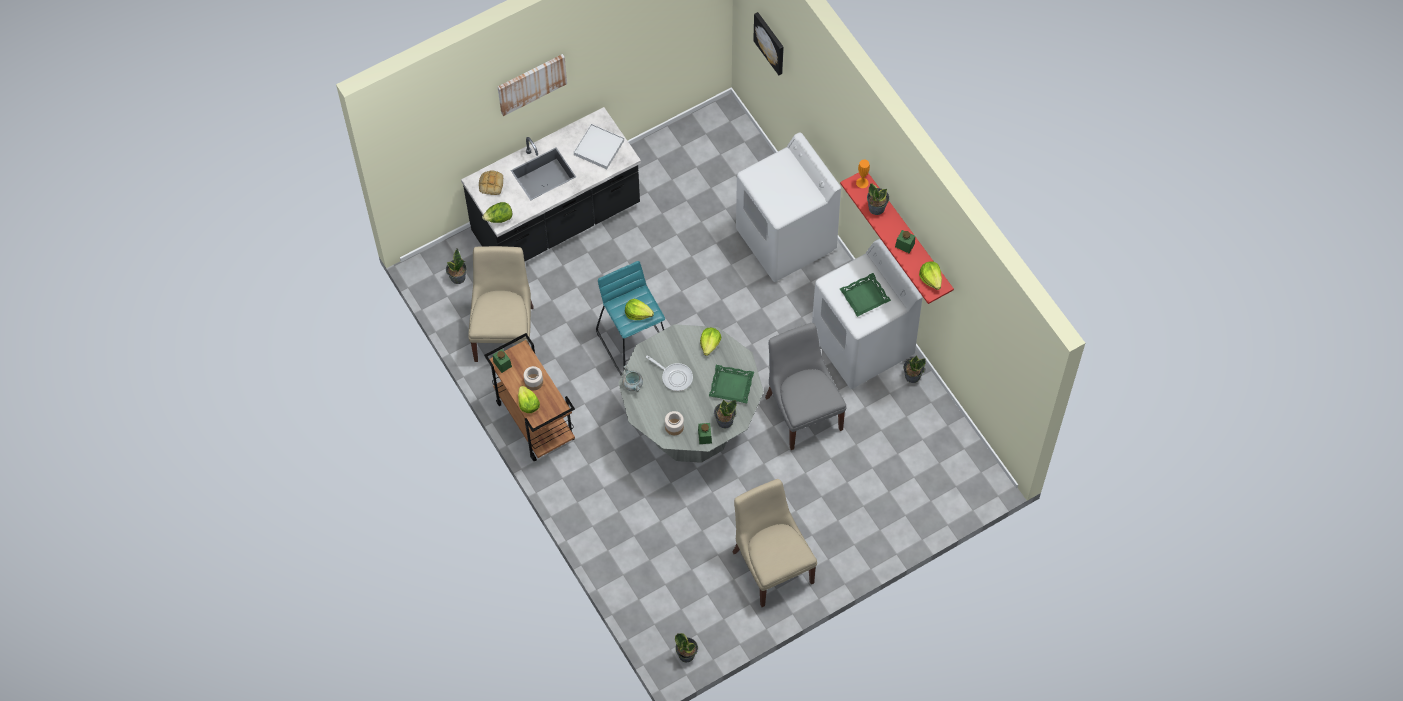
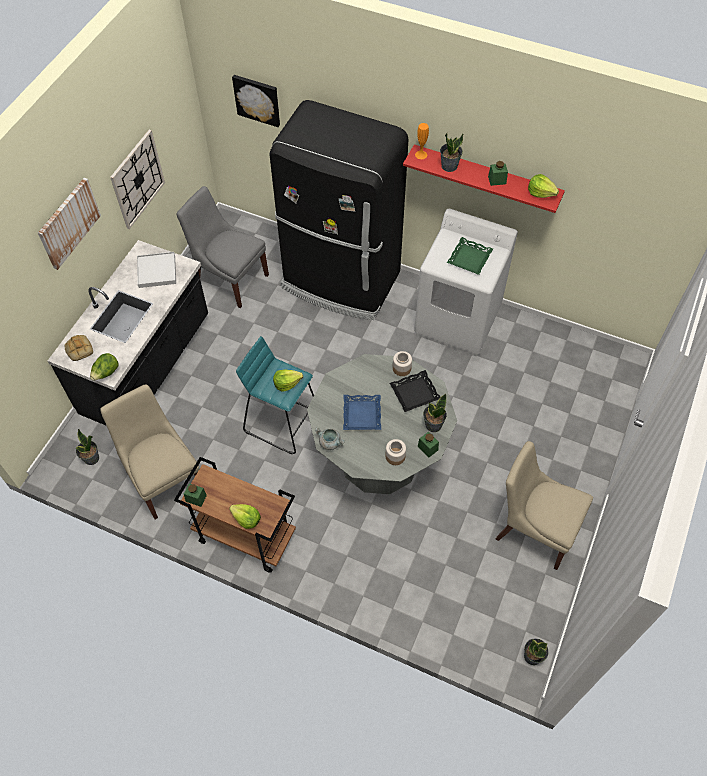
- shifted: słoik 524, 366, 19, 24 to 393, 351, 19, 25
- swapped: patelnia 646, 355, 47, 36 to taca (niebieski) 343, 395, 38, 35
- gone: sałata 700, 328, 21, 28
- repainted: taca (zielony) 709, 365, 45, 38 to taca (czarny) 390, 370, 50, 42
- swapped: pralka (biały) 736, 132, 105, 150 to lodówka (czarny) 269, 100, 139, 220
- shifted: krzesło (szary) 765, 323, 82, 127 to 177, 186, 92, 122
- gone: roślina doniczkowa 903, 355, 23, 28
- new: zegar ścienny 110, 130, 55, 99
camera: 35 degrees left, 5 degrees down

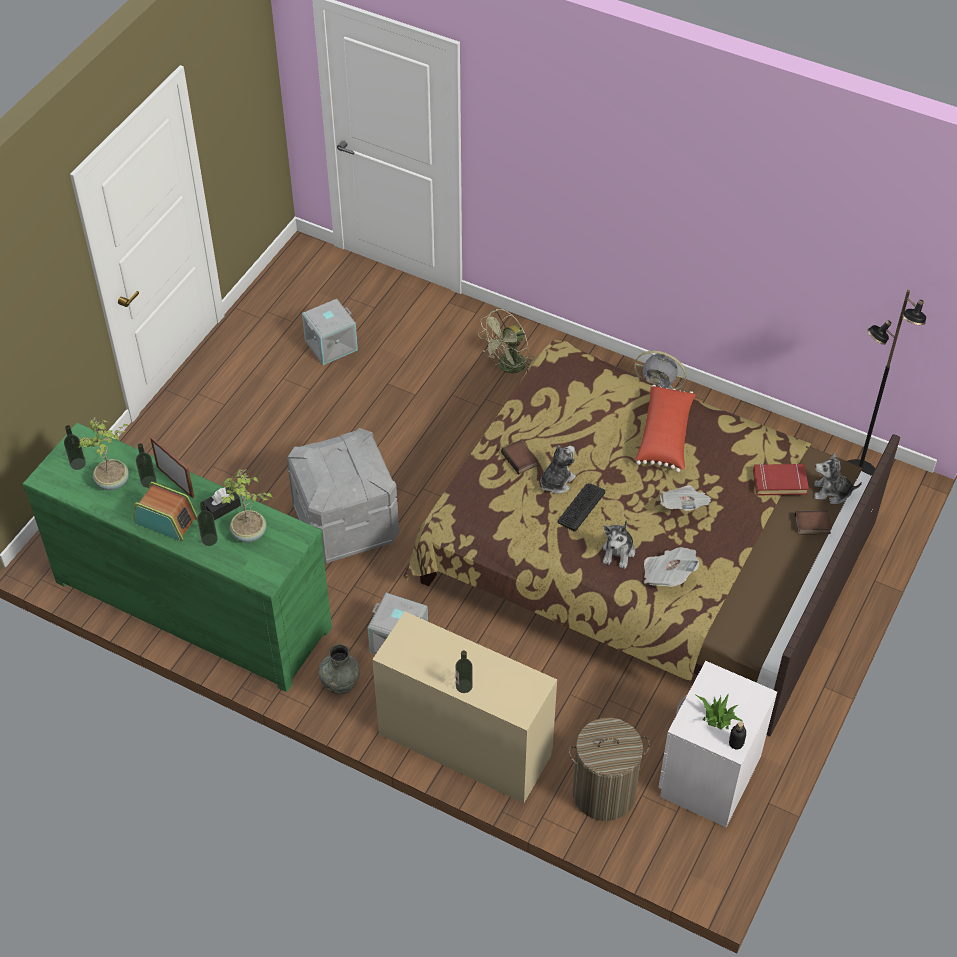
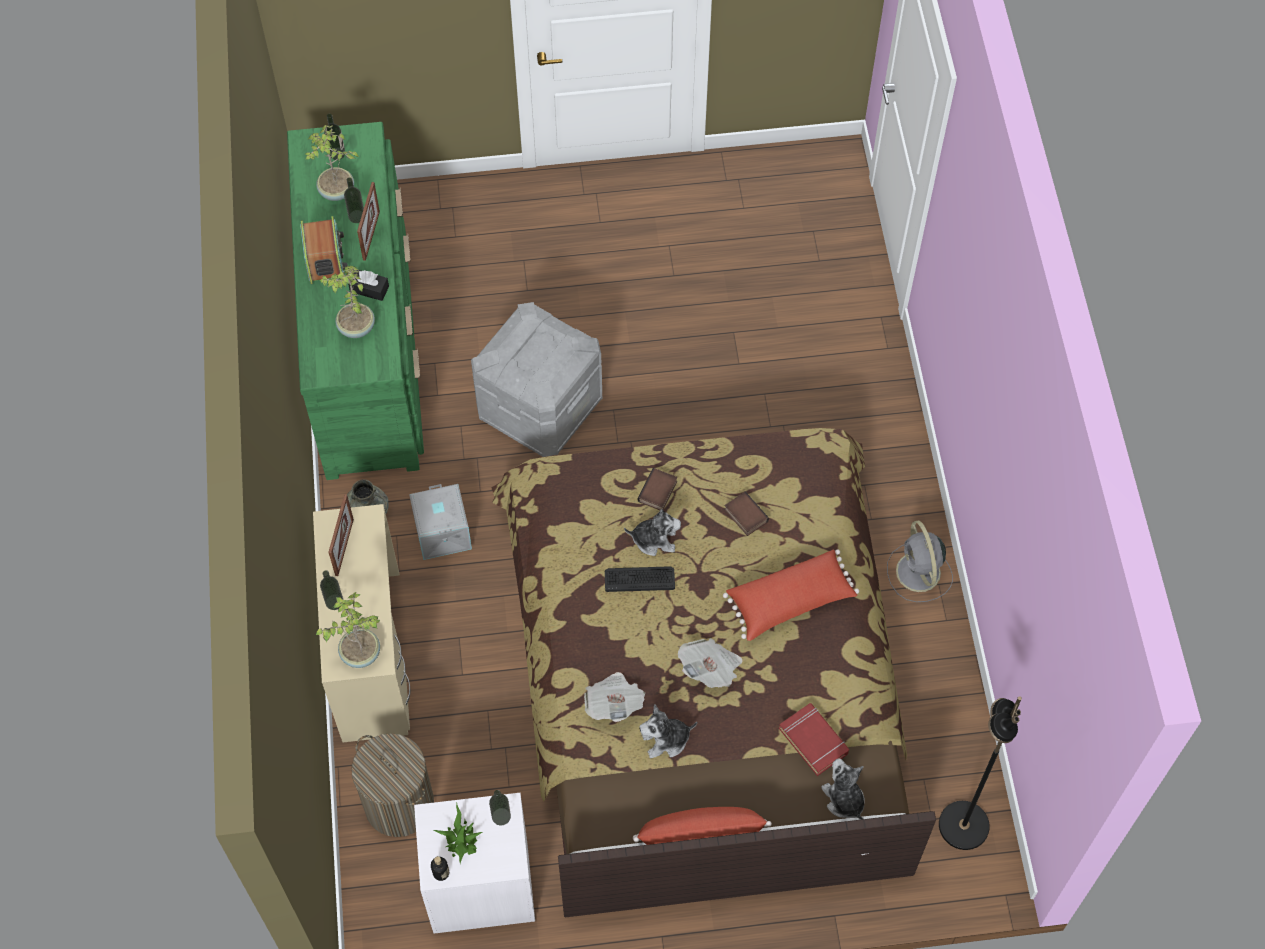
- shifted: butelka 197, 501, 21, 45 to 489, 790, 22, 35
- gone: pojemnik do przechowywania (szary) 302, 299, 56, 66
- gone: wentylator (zielony) 478, 309, 55, 65
- shifted: pluszak 603, 520, 32, 49 to 639, 704, 58, 54
- shifted: książka 795, 510, 37, 25 to 724, 491, 45, 45
- new: roślina doniczkowa 316, 592, 64, 76
- new: ramka na zdjęcie 328, 494, 26, 82
- new: poduszka (czerwony) 633, 807, 139, 38
camera: 55 degrees right, 10 degrees up

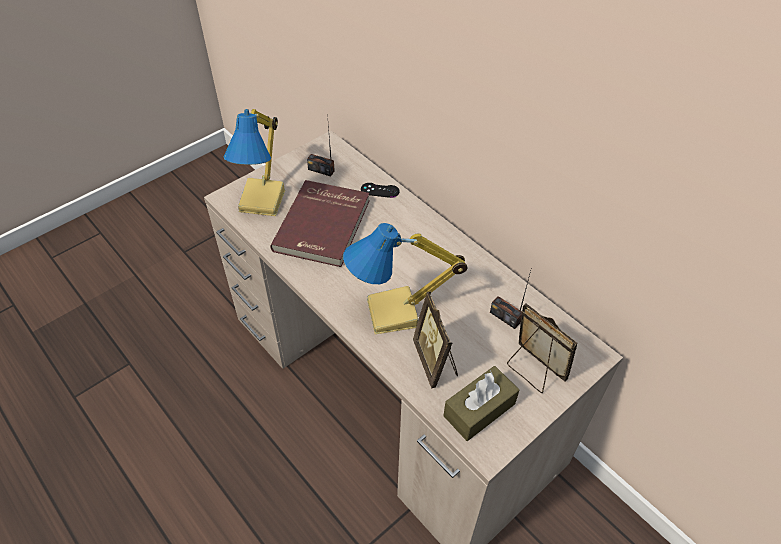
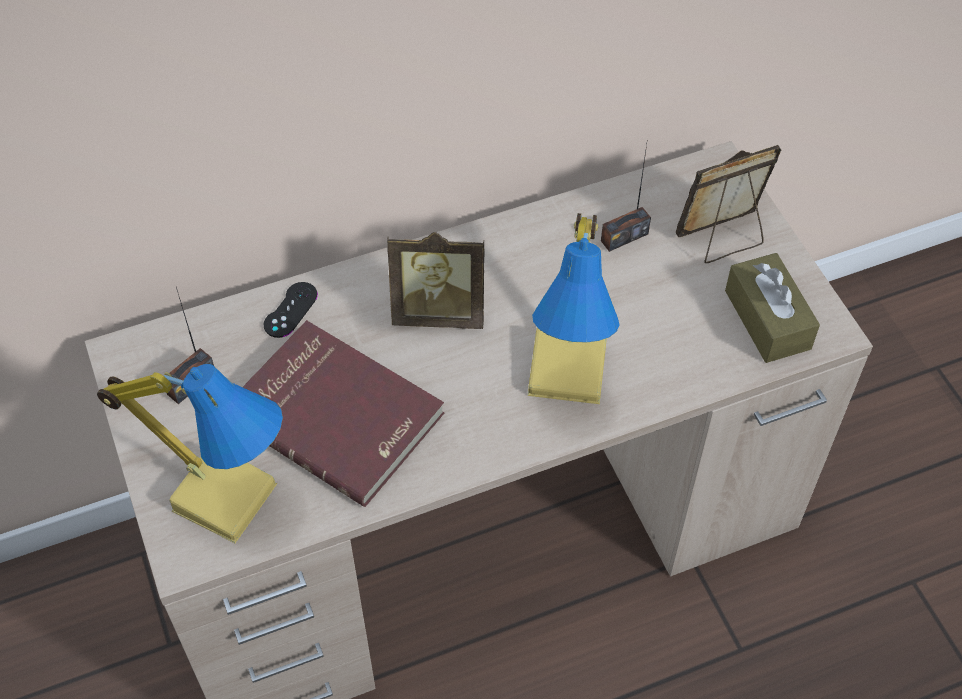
- shifted: ramka na zdjęcie 413, 292, 45, 96 to 387, 232, 97, 97
camera: 70 degrees left, 5 degrees up

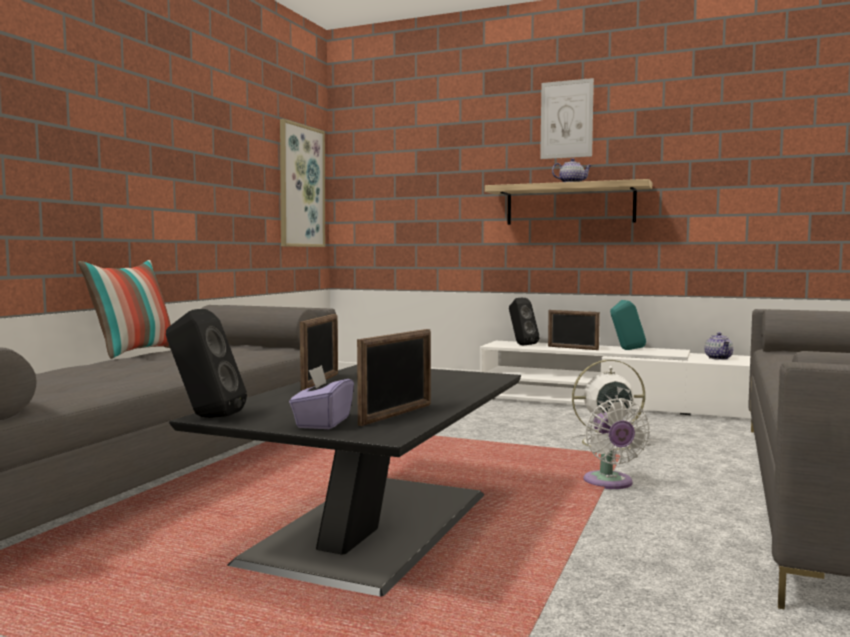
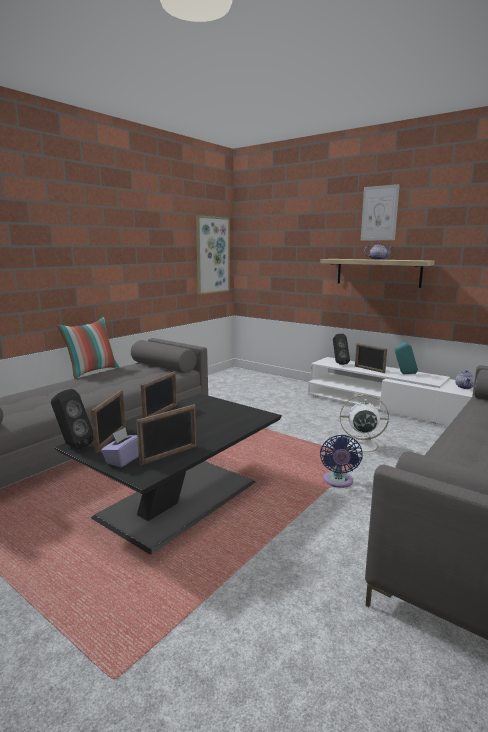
- repainted: wentylator (biały) 584, 398, 66, 91 to wentylator (niebieski) 320, 435, 43, 53
- new: ramka na zdjęcie 91, 390, 35, 63
camera: 15 degrees right, 10 degrees up

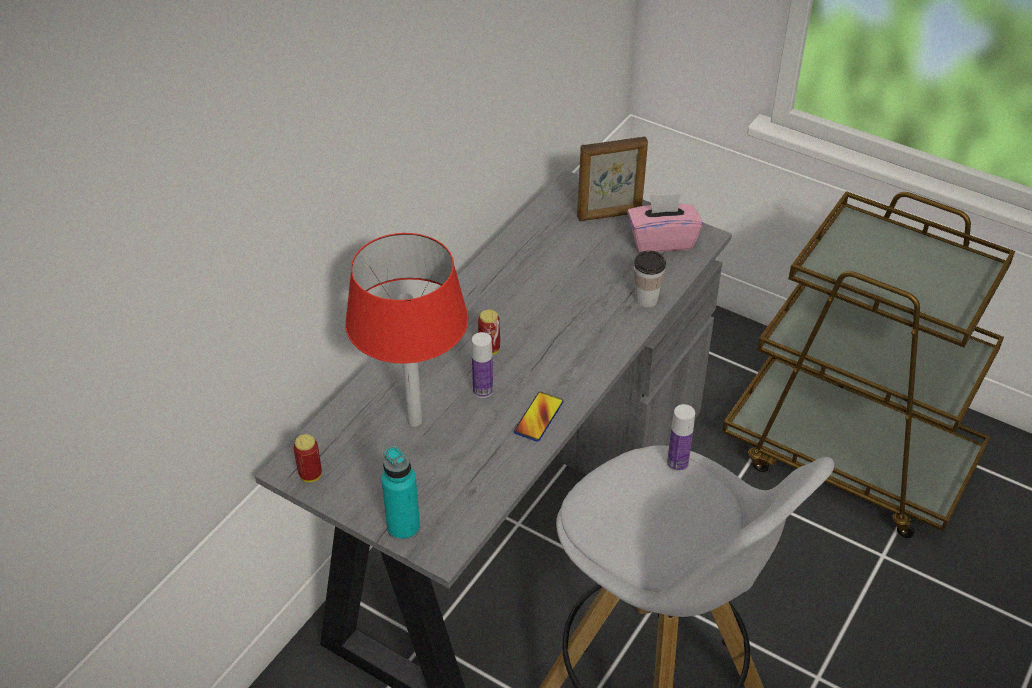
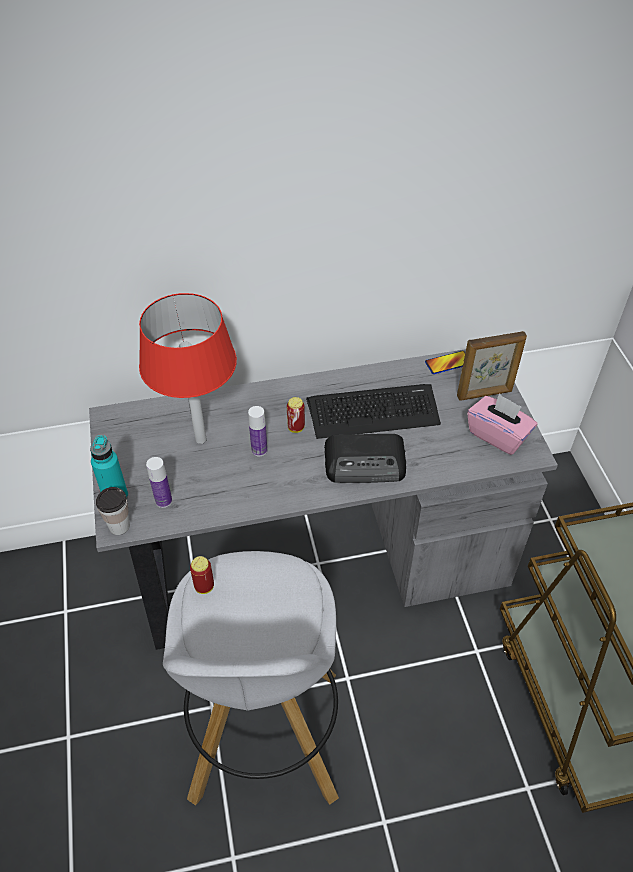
- shifted: puszka 293, 434, 29, 48 to 190, 556, 24, 38
- shifted: telefon 514, 392, 50, 50 to 425, 351, 40, 23
- rotated: ramka na zdjęcie 577, 136, 71, 85 = 457, 331, 70, 70 45 degrees counterclockwise
- shifted: filiżanka 634, 250, 32, 57 to 96, 487, 34, 48
- shifted: butelka 667, 404, 28, 68 to 146, 457, 26, 51
- new: klawiatura 306, 384, 135, 55
- new: radio 324, 434, 82, 49
camera: 45 degrees right, 5 degrees up

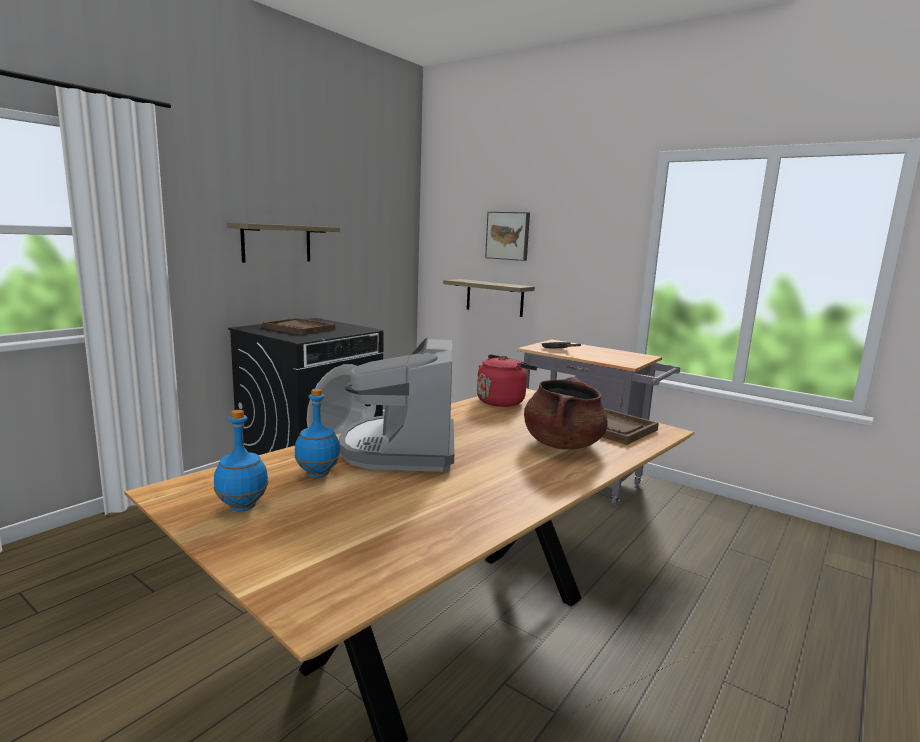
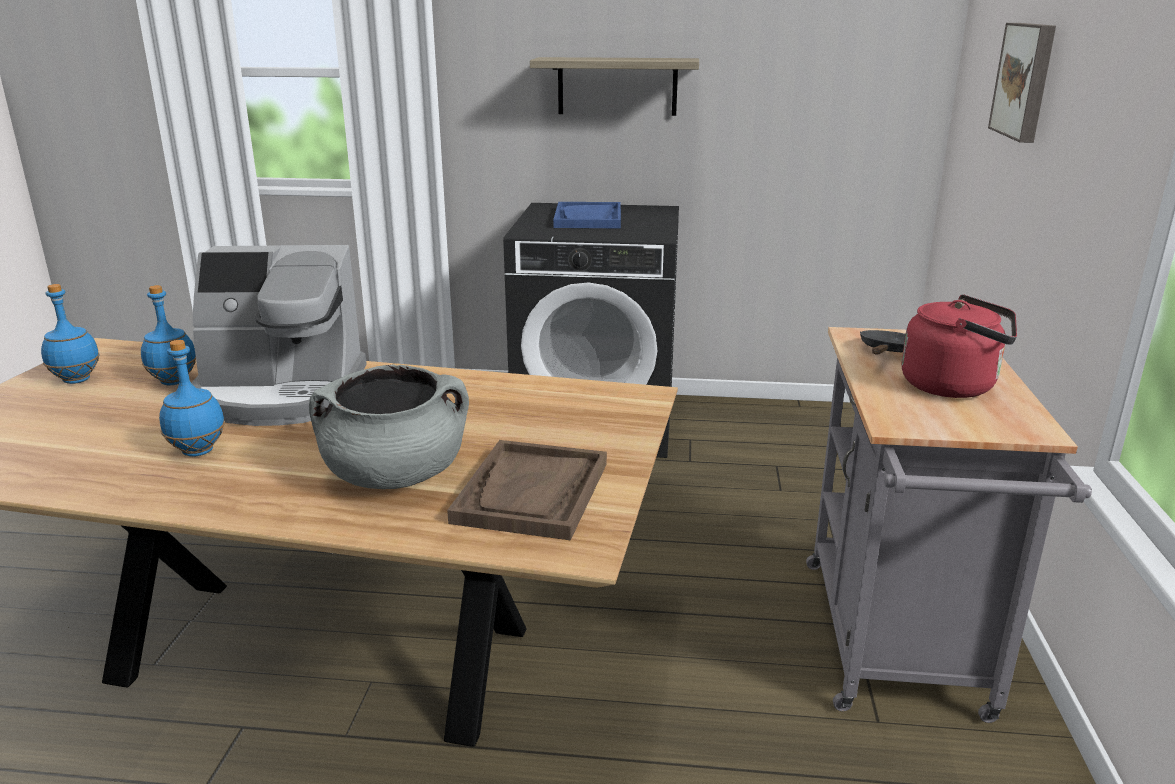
- repainted: taca (brązowy) 263, 318, 73, 17 to taca (niebieski) 553, 202, 68, 26
- rotated: ekspres do kawy 339, 338, 115, 134 = 191, 245, 176, 181 150 degrees counterclockwise
- gone: półka 443, 279, 92, 38
- shifted: czajnik (czerwony) 477, 354, 60, 53 to 901, 294, 116, 104
- repainted: garnek (brązowy) 524, 377, 84, 73 to garnek (szary) 309, 364, 160, 125
- new: butelka (niebieski) 159, 340, 66, 117
camera: 60 degrees right, 10 degrees up

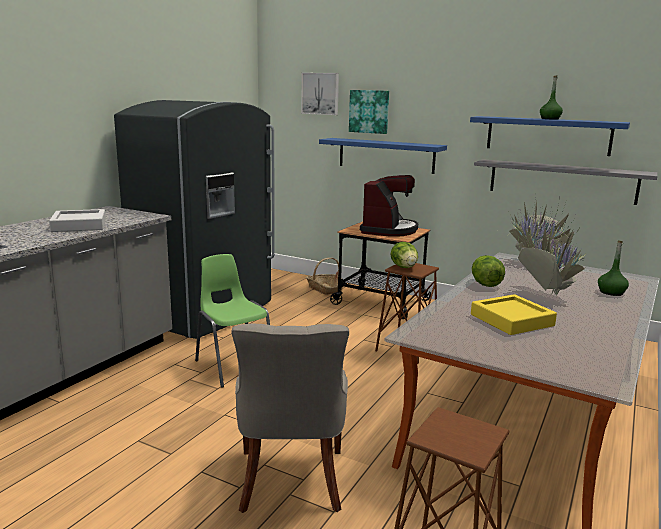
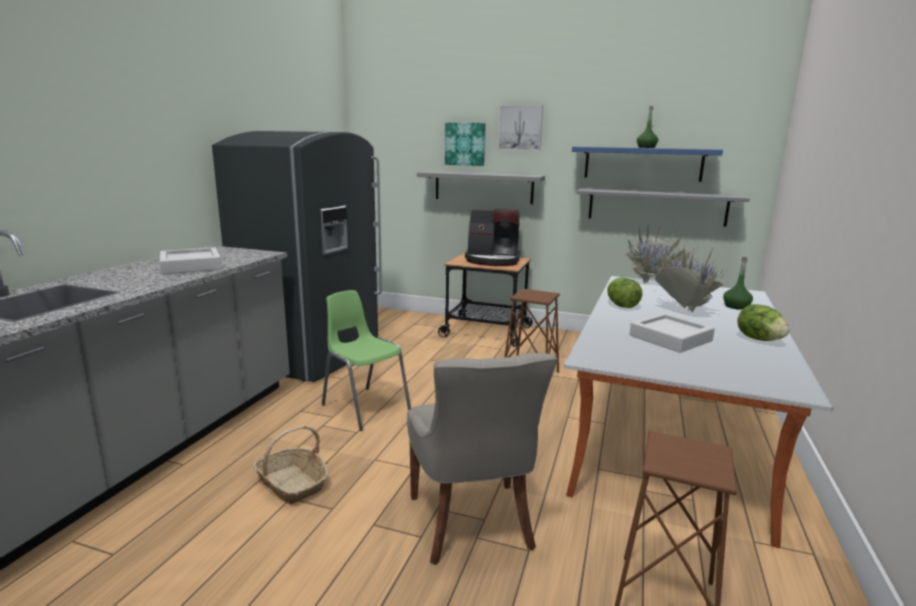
- shifted: obraz 301, 73, 38, 42 to 498, 106, 45, 45
- shifted: koszyk 306, 258, 37, 37 to 253, 425, 75, 79
- repainted: półka (niebieski) 319, 138, 128, 36 to półka (szary) 417, 171, 128, 33
- rotated: ekspres do kawy 360, 175, 58, 62 = 465, 209, 55, 57 90 degrees clockwise
- shifted: sałata 391, 242, 27, 26 to 737, 304, 53, 37
- repainted: taca (żółty) 471, 294, 86, 41 to taca (szary) 630, 313, 85, 40
camera: 10 degrees left, 0 degrees up

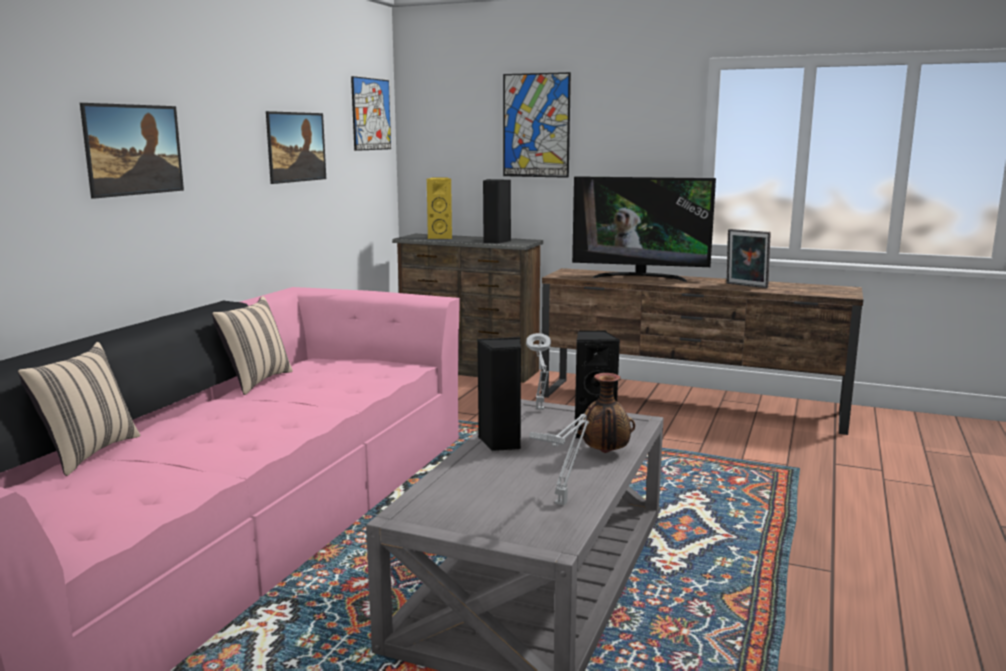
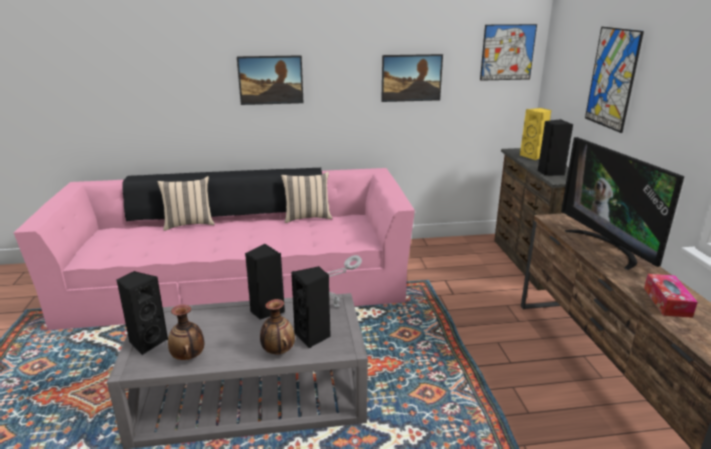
- swapped: lampa stołowa (szary) 529, 414, 60, 91 to wazon 168, 305, 36, 55
- swapped: ramka na zdjęcie 727, 229, 44, 59 to pudełko chusteczek 644, 274, 54, 44
- new: głośnik (czarny) 116, 271, 52, 84
camera: 60 degrees right, 10 degrees up

